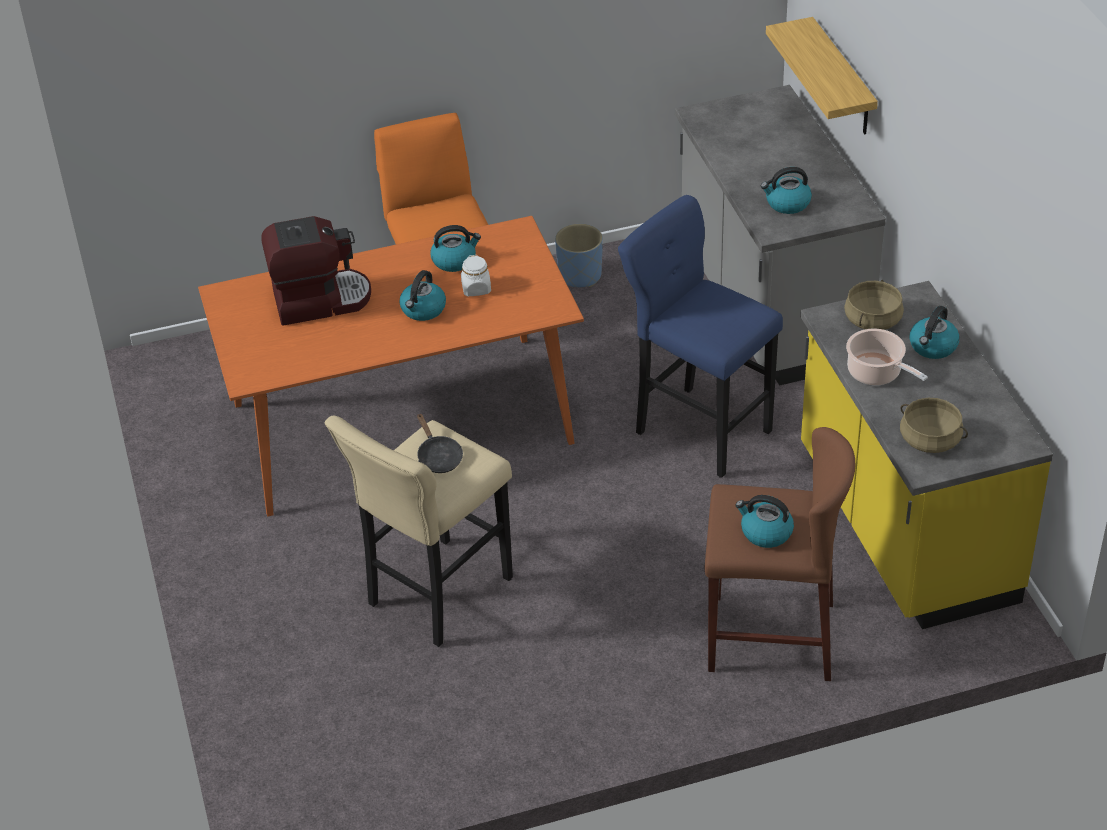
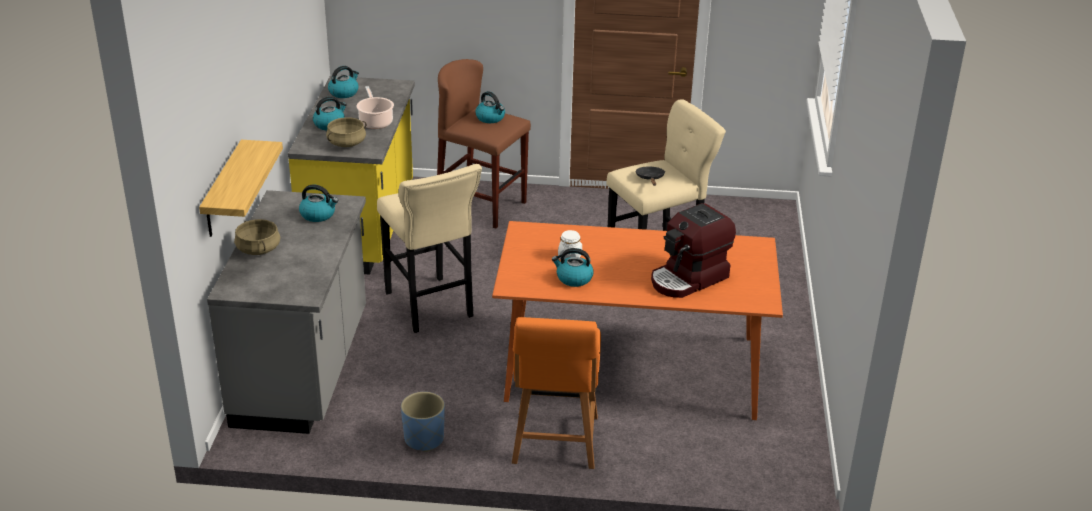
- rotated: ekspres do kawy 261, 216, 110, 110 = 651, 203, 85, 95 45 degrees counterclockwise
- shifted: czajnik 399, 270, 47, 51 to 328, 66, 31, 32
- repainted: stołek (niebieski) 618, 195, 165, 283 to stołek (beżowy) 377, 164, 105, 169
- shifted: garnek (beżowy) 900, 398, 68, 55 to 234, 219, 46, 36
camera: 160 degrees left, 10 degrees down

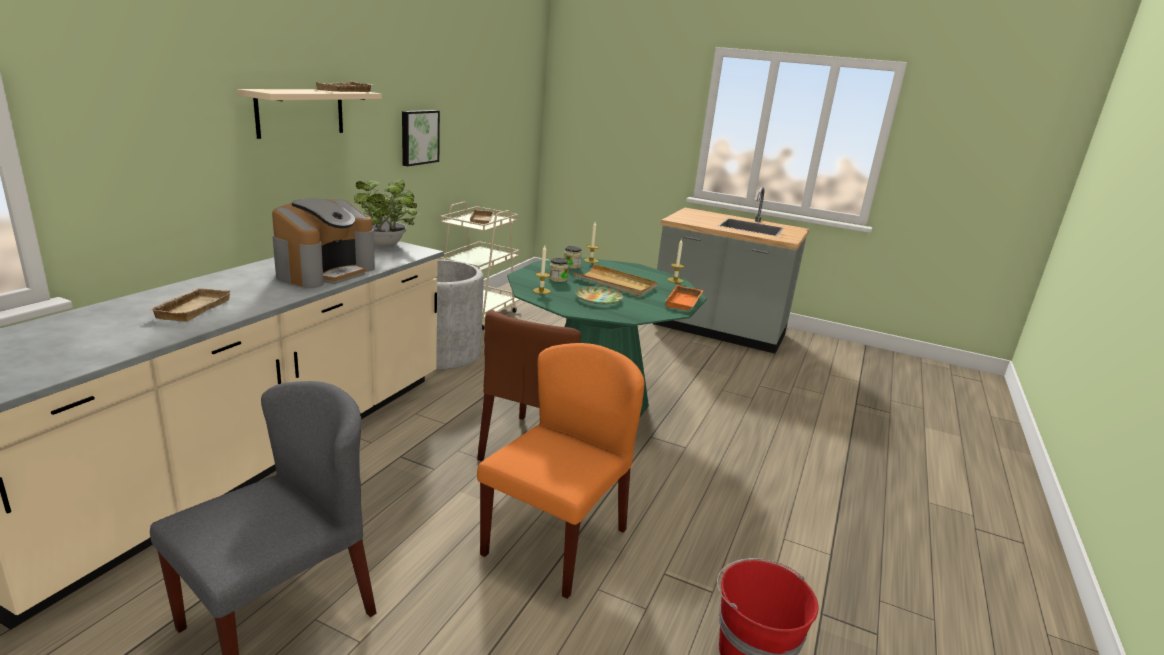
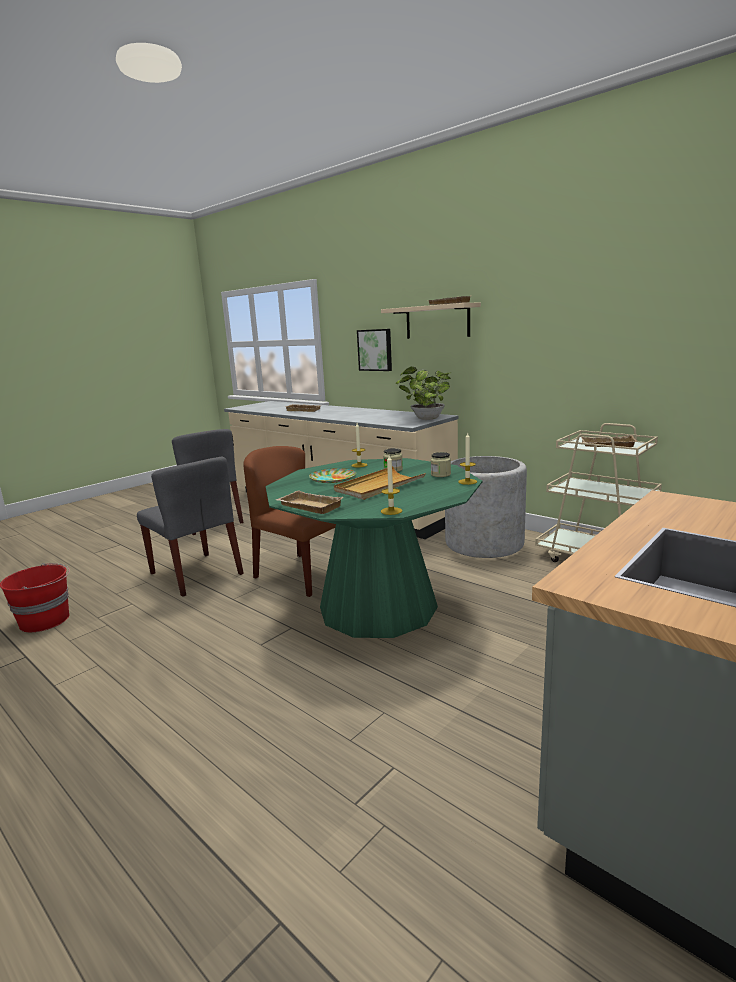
- gone: ekspres do kawy 272, 198, 103, 90
- shifted: obraz 402, 110, 38, 56 to 357, 329, 35, 42
- repainted: krzesło (pomarańczowy) 477, 343, 168, 256 to krzesło (szary) 137, 457, 107, 140
- repainted: taca (pomarańczowy) 665, 285, 38, 25 to taca (beżowy) 276, 490, 67, 24
camera: 110 degrees right, 5 degrees down

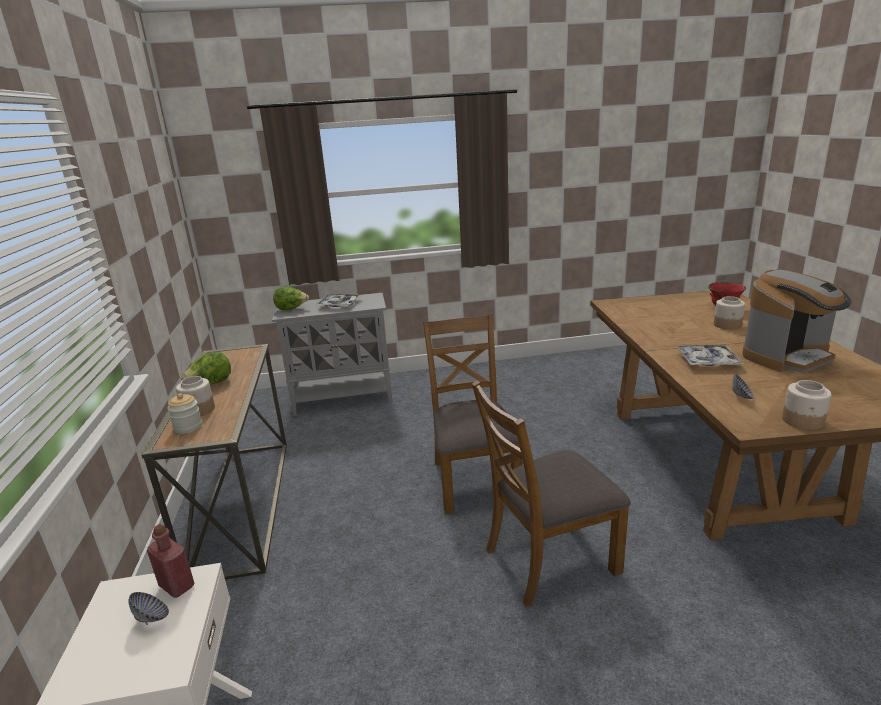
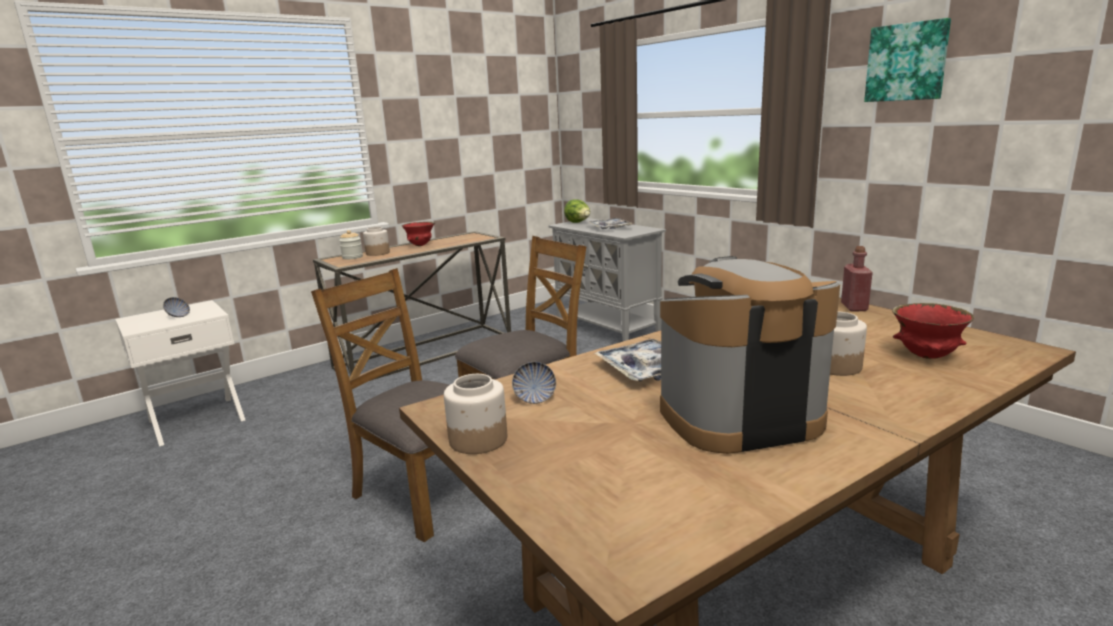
- shifted: butelka (czerwony) 147, 524, 47, 74 to 841, 246, 32, 65
- swapped: sałata 182, 352, 49, 32 to miska (czerwony) 402, 222, 33, 24
- rotated: ekspres do kawy 742, 270, 109, 103 = 660, 256, 180, 198 135 degrees clockwise
- new: obraz 864, 18, 87, 84
camera: 60 degrees right, 5 degrees down

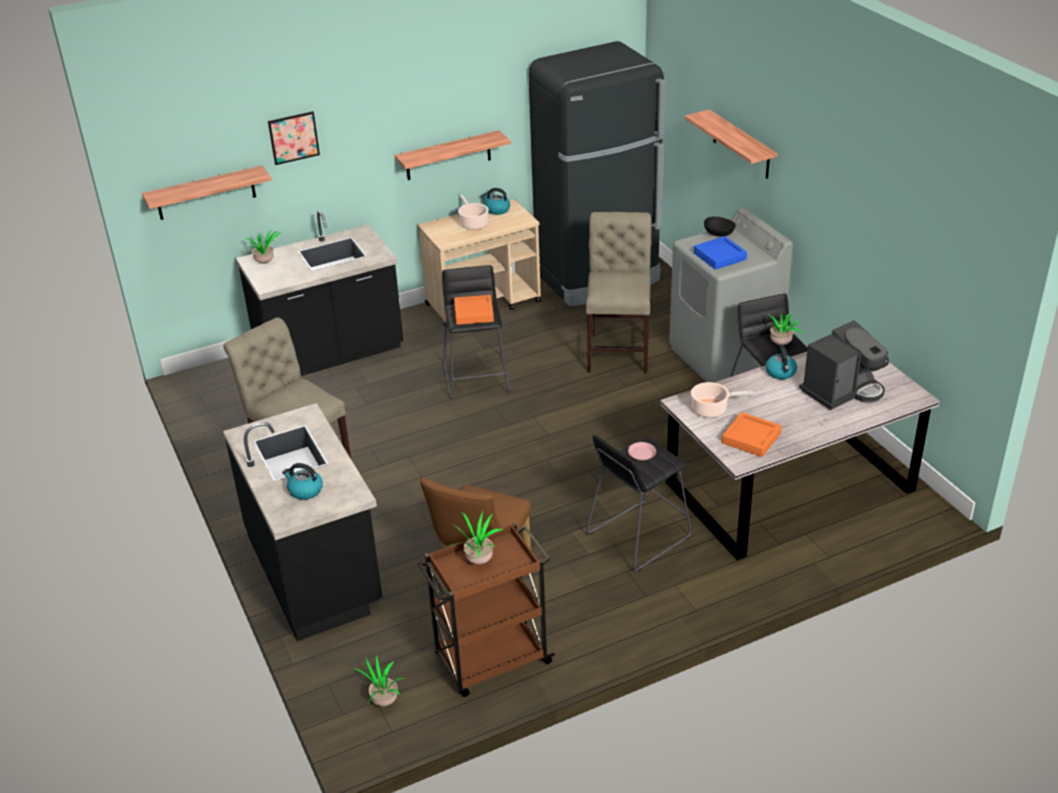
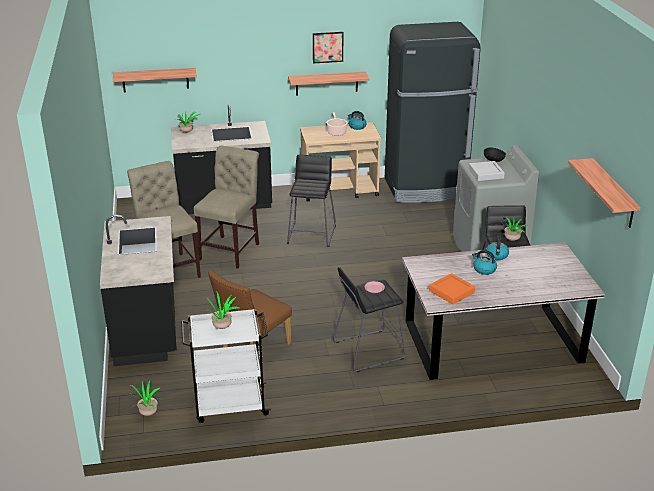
- shifted: obraz 268, 111, 52, 54 to 313, 32, 31, 31
- shifted: czajnik 282, 463, 41, 37 to 472, 250, 25, 25
- repainted: wózek (brązowy) 418, 523, 137, 174 to wózek (biały) 181, 309, 90, 114
- gone: taca (pomarańczowy) 454, 295, 40, 30
- shifted: krzesło (beżowy) 586, 212, 65, 162 to 193, 145, 66, 124
- shifted: półka 685, 109, 93, 70 to 568, 158, 73, 70
- gone: garnek 691, 382, 63, 36
- repainted: taca (niebieski) 694, 236, 53, 34 to taca (szary) 469, 161, 36, 20
- gone: ekspres do kawy 799, 320, 90, 90
camera: 15 degrees right, 5 degrees down

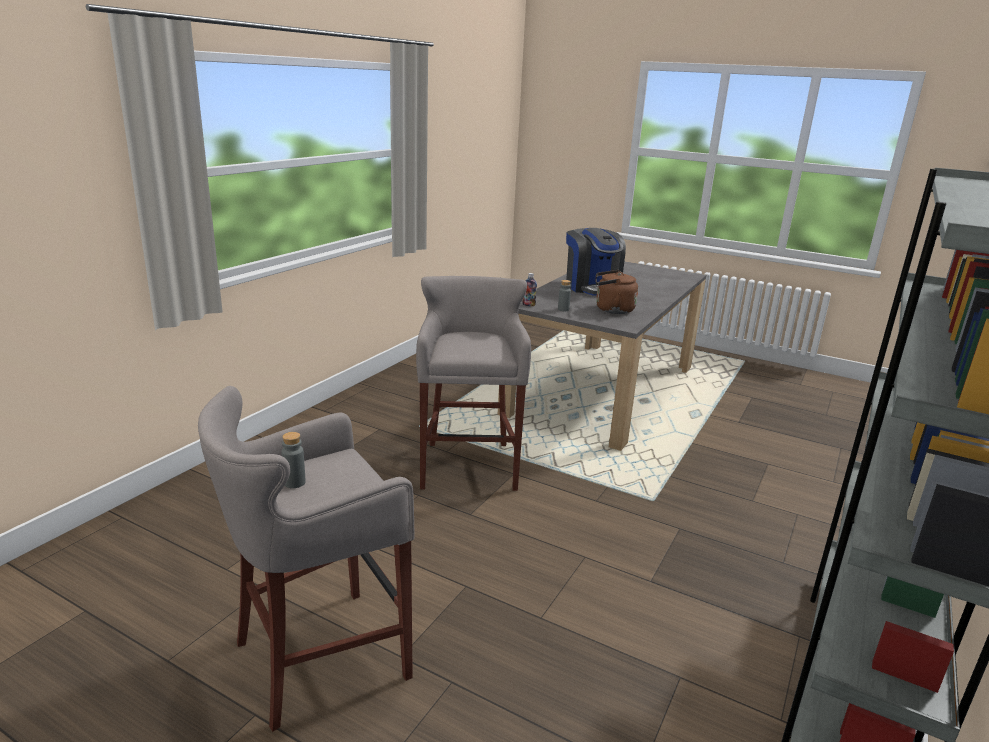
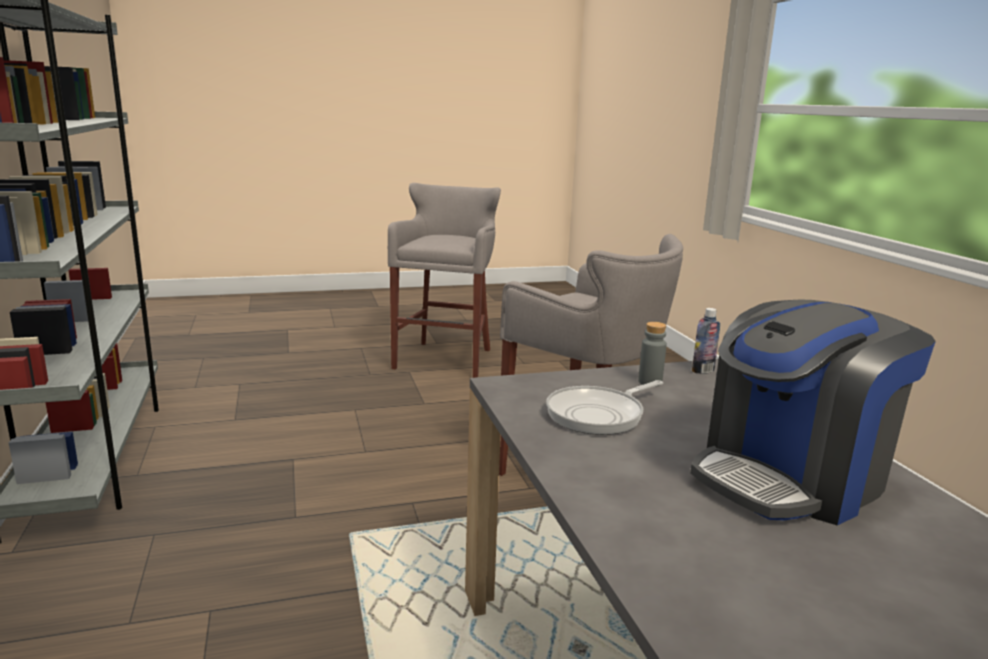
- gone: butelka (szary) 282, 432, 24, 56
- rotated: ekspres do kawy 566, 228, 60, 68 = 690, 299, 246, 227 60 degrees counterclockwise
- swapped: czajnik (brązowy) 596, 270, 42, 44 to patelnia 546, 380, 117, 55
camera: 135 degrees right, 5 degrees down

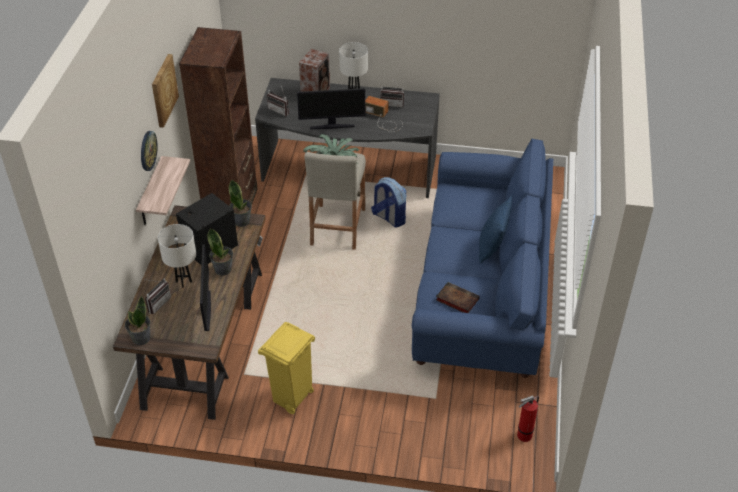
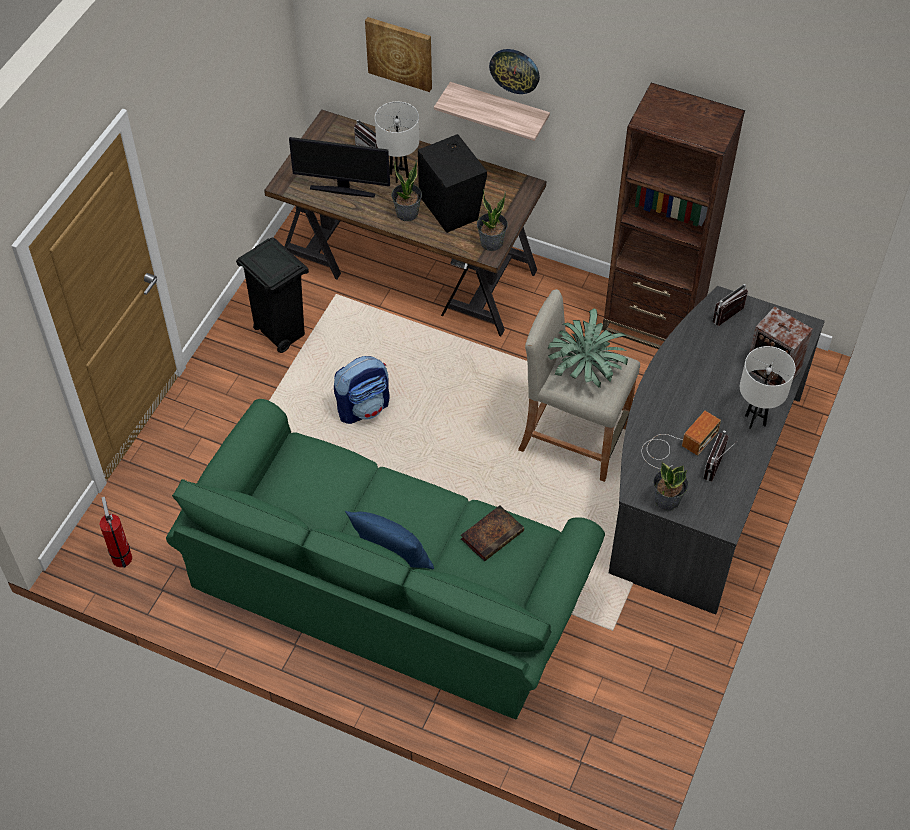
- shifted: roślina doniczkowa 125, 296, 26, 49 to 653, 461, 36, 50
- shifted: obraz 152, 54, 27, 74 to 365, 17, 67, 75
- repainted: kosz na śmieci (żółty) 258, 322, 57, 92 to kosz na śmieci (czarny) 236, 238, 73, 115
- gone: monitor 297, 88, 68, 41
- shifted: plecak 371, 177, 36, 51 to 334, 356, 56, 68
- repainted: kanapa (niebieski) 412, 139, 141, 239 to kanapa (zielony) 166, 399, 439, 321
- shifted: książka 436, 282, 44, 31 to 461, 505, 63, 57
camera: 105 degrees right, 10 degrees up

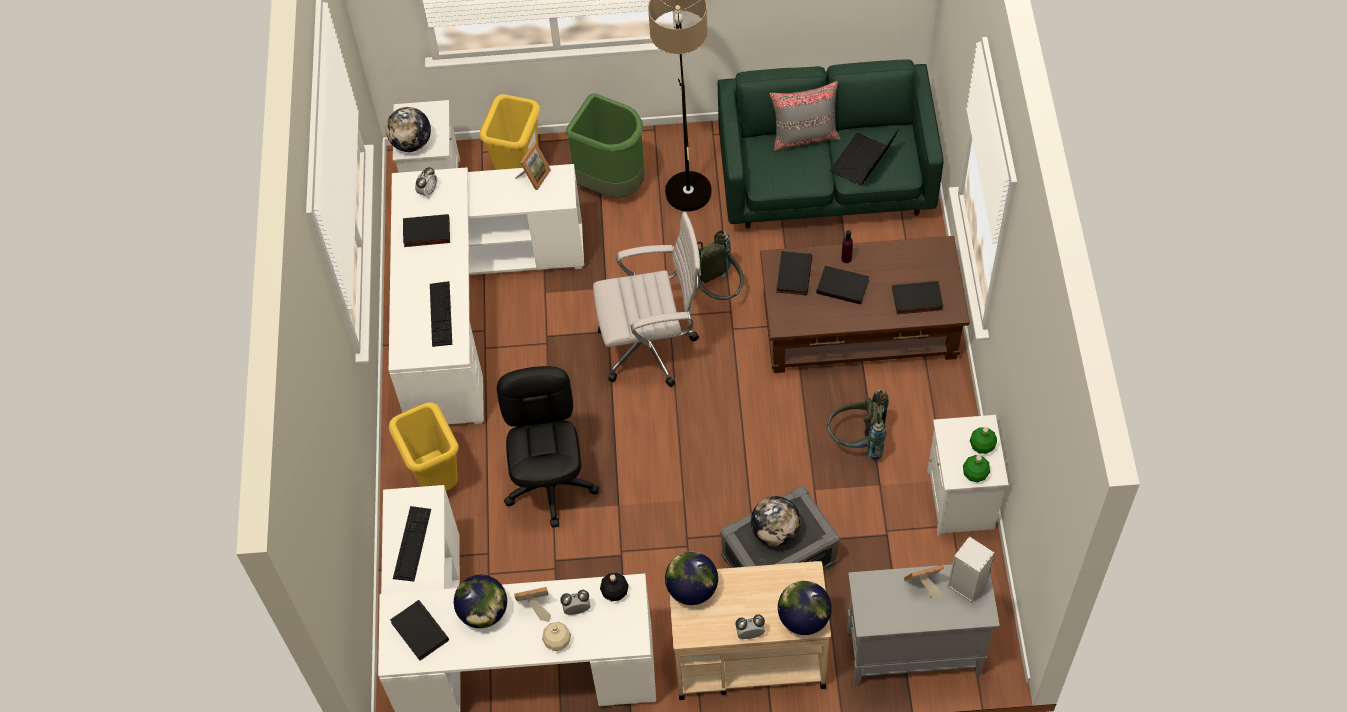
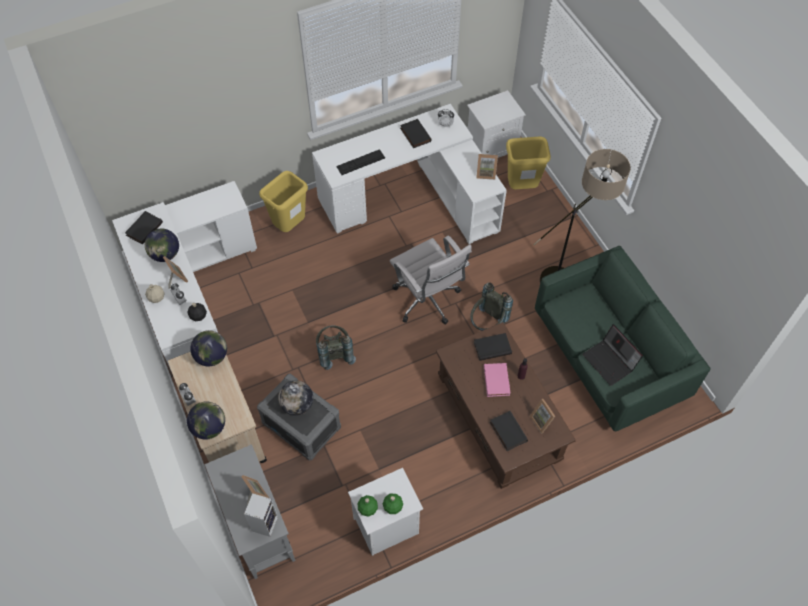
- gone: globus 386, 107, 45, 45
- gone: klawiatura 393, 506, 38, 76
- gone: krzesło biurowe (czarny) 497, 366, 102, 162
- gone: kosz na śmieci (zielony) 566, 93, 79, 105
- gone: poduszka (szary) 770, 81, 70, 70
- repainted: książka (czarny) 816, 266, 53, 38 to książka (różowy) 484, 363, 26, 34
- shifted: plecak (szary) 827, 389, 62, 72 to 316, 325, 40, 45
- rotated: laptop 830, 129, 69, 56 = 582, 324, 61, 62 135 degrees counterclockwise
- new: ramka na zdjęcie 530, 399, 25, 35
camera: 65 degrees right, 0 degrees up

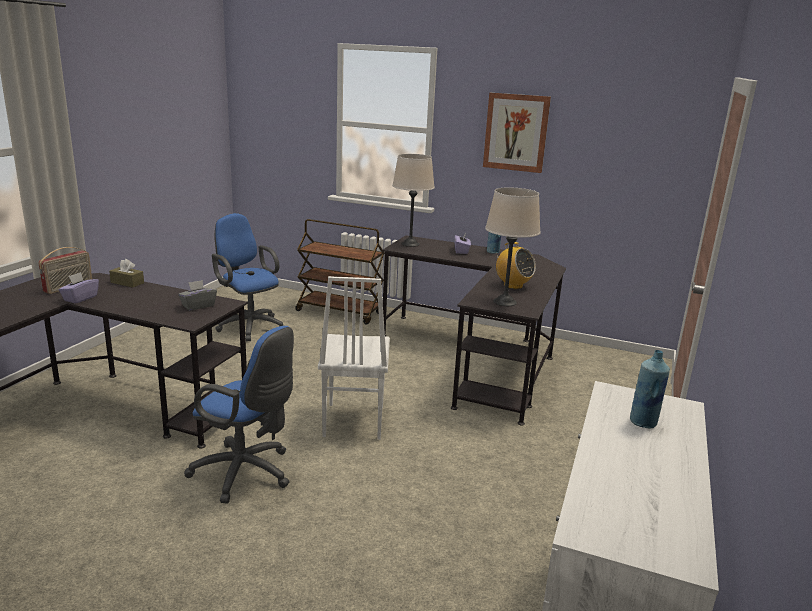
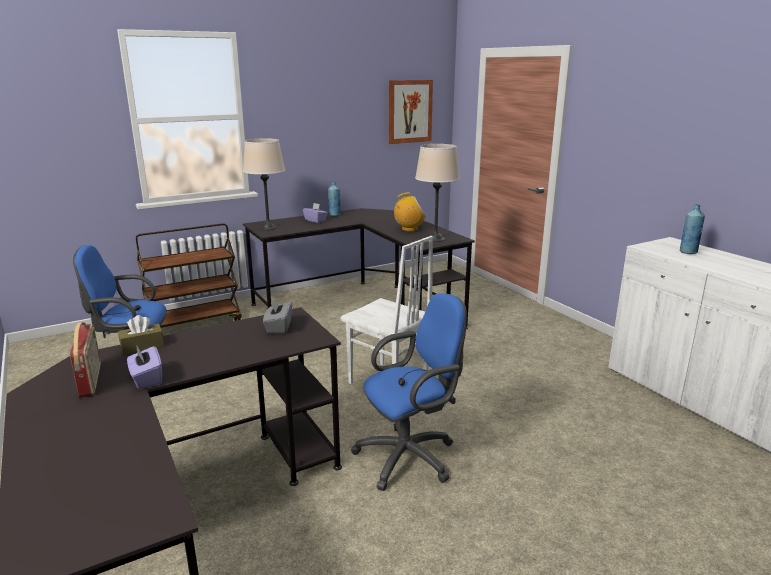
- shifted: obraz 483, 93, 68, 80 to 389, 80, 44, 64
camera: 50 degrees left, 0 degrees up

